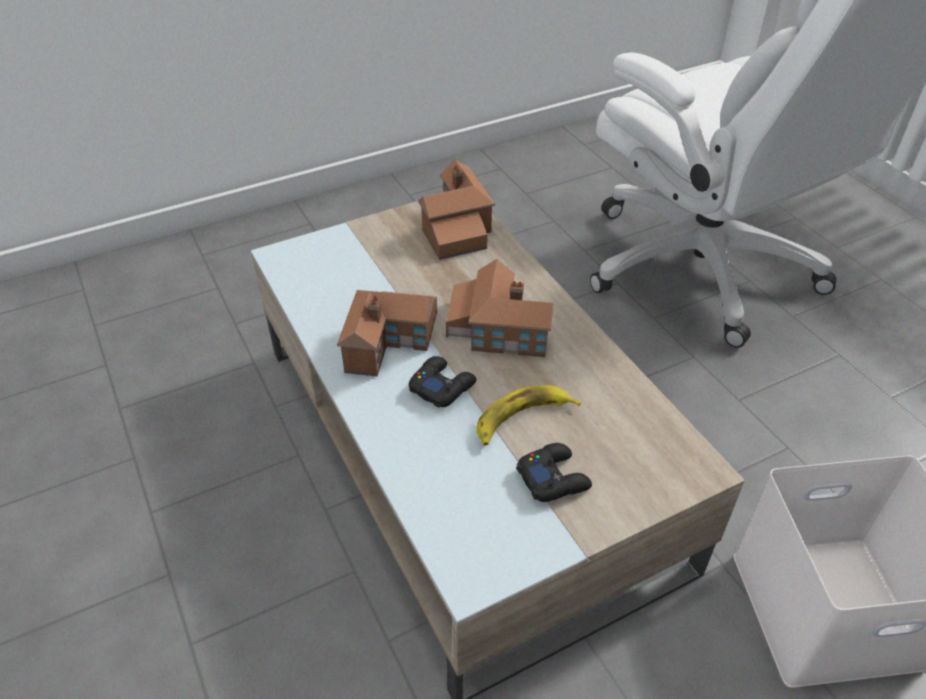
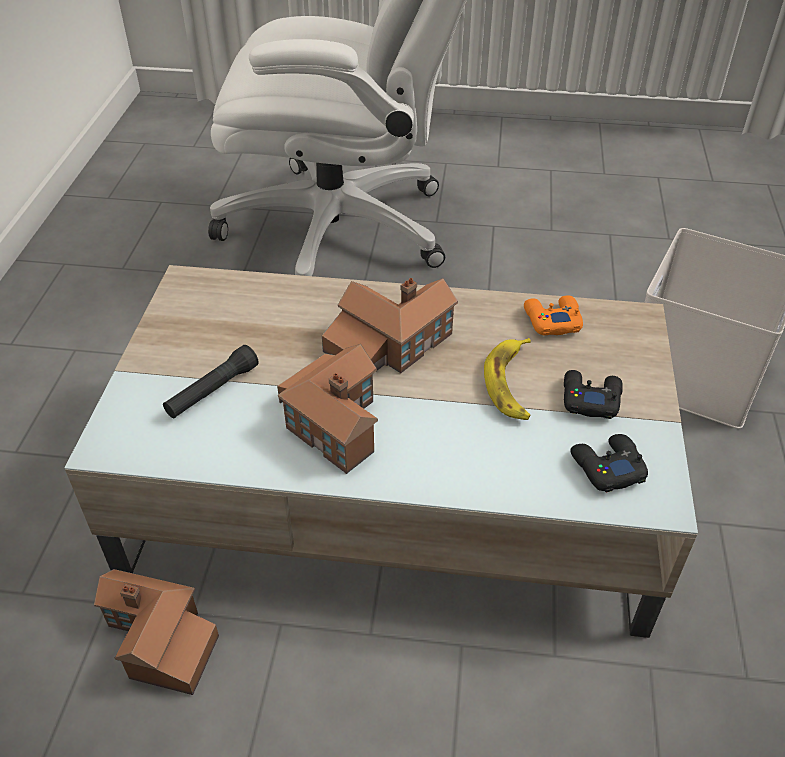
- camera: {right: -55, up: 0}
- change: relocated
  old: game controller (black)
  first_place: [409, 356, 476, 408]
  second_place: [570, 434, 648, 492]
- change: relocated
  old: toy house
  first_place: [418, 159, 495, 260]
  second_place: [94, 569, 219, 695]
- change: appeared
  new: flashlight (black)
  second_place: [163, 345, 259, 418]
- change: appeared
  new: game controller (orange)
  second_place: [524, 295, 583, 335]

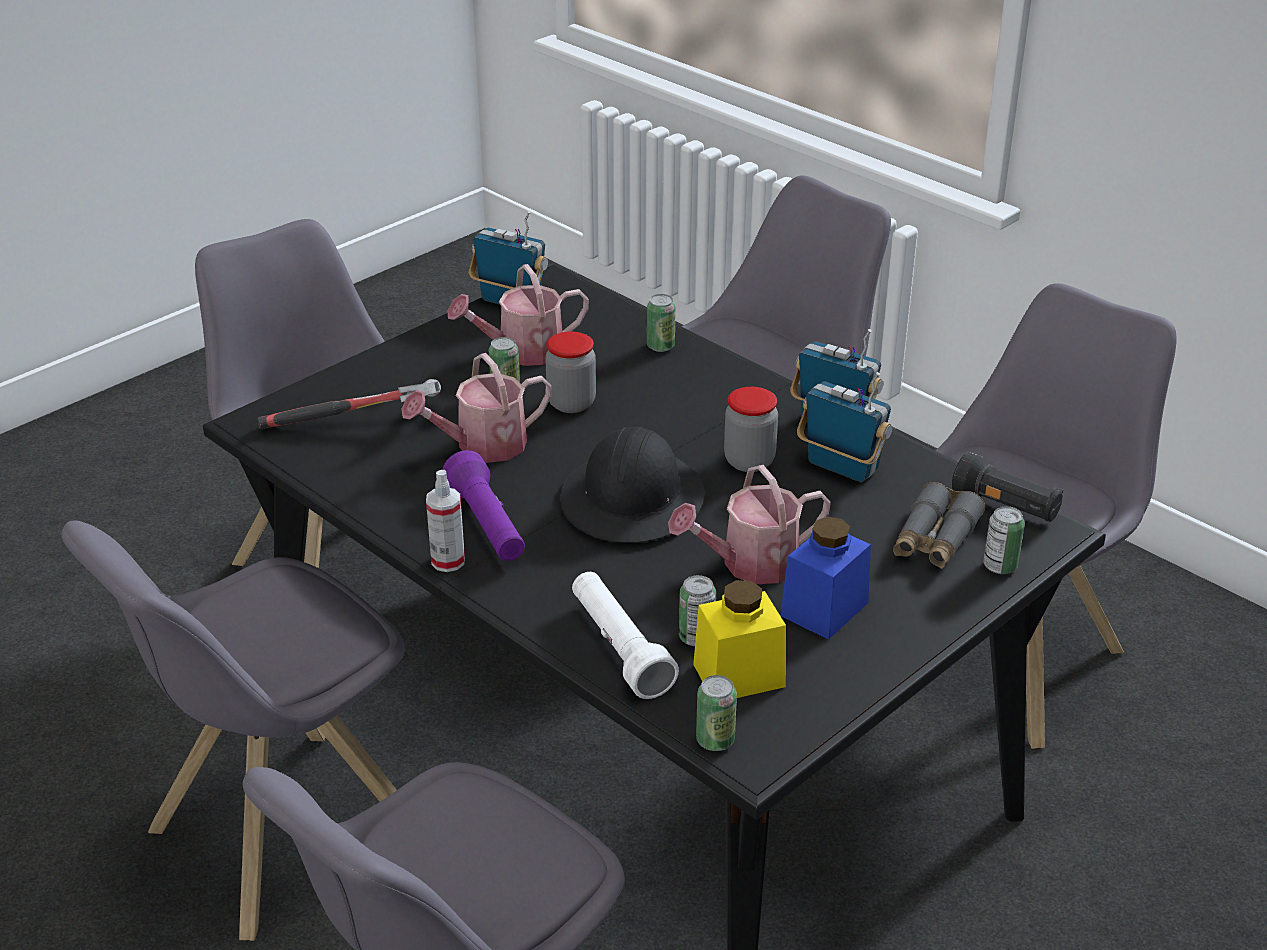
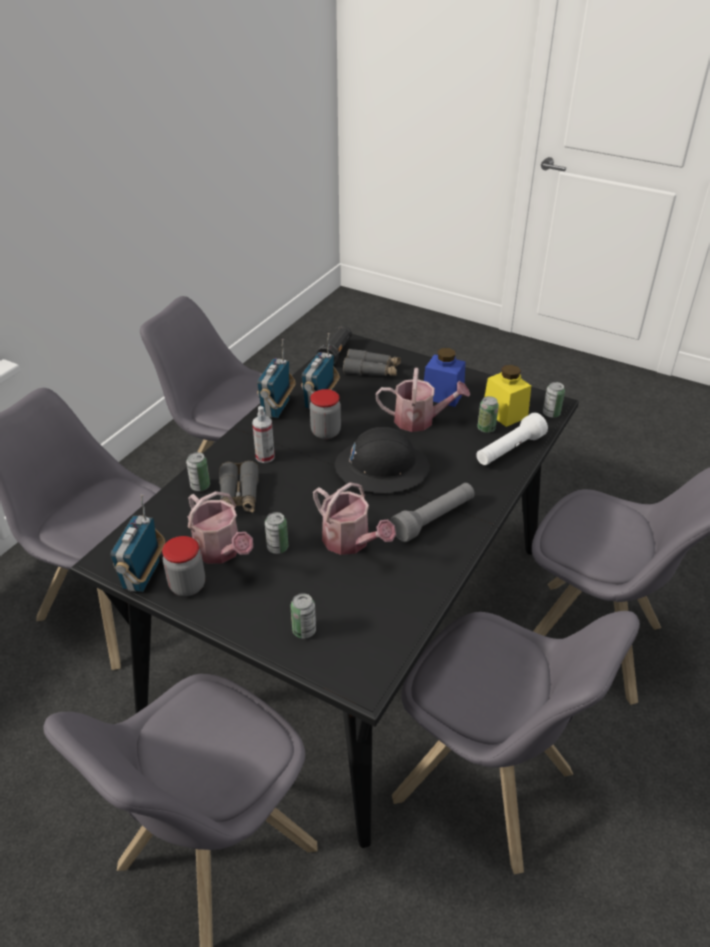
- camera: {right: -105, up: 5}
- change: missing
  old: hammer
  first_place: [258, 379, 441, 429]
- change: relocated
  old: spray bottle
  first_place: [426, 470, 465, 572]
  second_place: [252, 406, 275, 463]
- change: colour
  old: flashlight (purple)
  new: flashlight (grey)
  first_place: [442, 450, 525, 561]
  second_place: [390, 483, 475, 542]
- change: relocated
  old: jar
  first_place: [545, 332, 596, 413]
  second_place: [162, 536, 205, 596]
- change: spun
  old: watering can
  first_place: [668, 465, 831, 584]
  second_place: [376, 368, 470, 432]
  degrees: -45
- change: relocated
  old: can
  first_place: [983, 506, 1025, 574]
  second_place: [290, 593, 316, 639]
- change: appeared
  new: binoculars (grey)
  second_place: [219, 461, 259, 513]

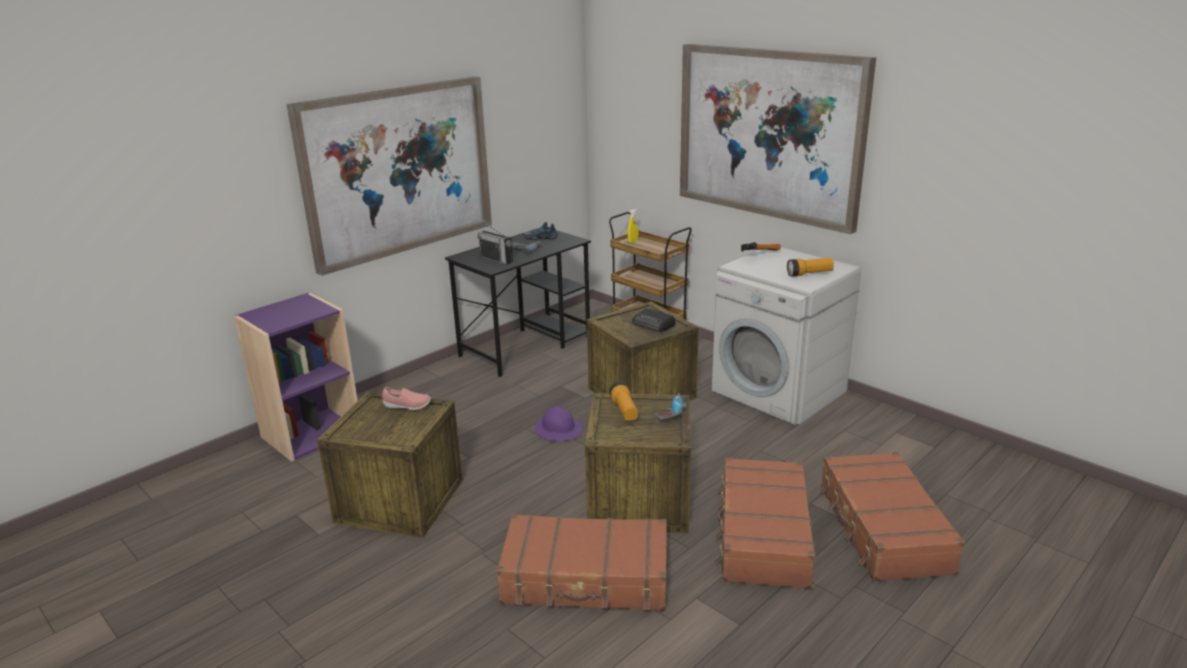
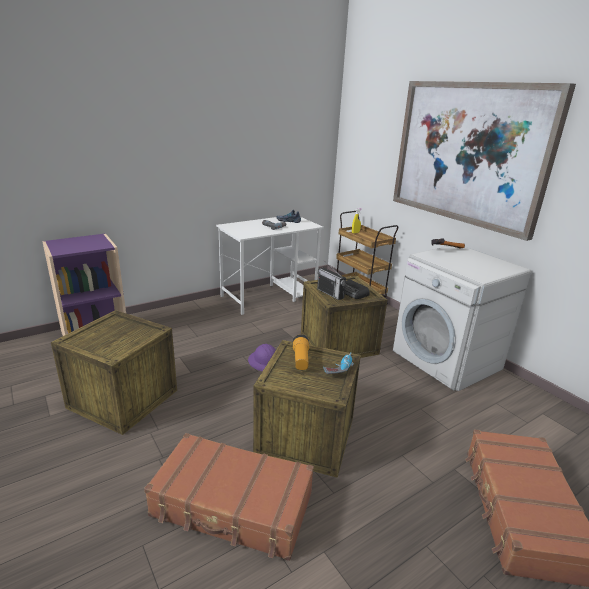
- camera: {right: 10, up: 0}
- change: missing
  old: picture
  first_place: [287, 76, 492, 276]
- change: missing
  old: shoe (pink)
  first_place: [382, 387, 431, 410]
- change: colour
  old: desk (black)
  new: desk (white)
  first_place: [445, 228, 591, 377]
  second_place: [216, 217, 324, 315]
- change: relocated
  old: radio
  first_place: [477, 222, 513, 265]
  second_place: [317, 262, 346, 300]
- change: missing
  old: suitcase (brown)
  first_place: [715, 457, 816, 589]
- change: missing
  old: flashlight
  first_place: [787, 258, 834, 277]

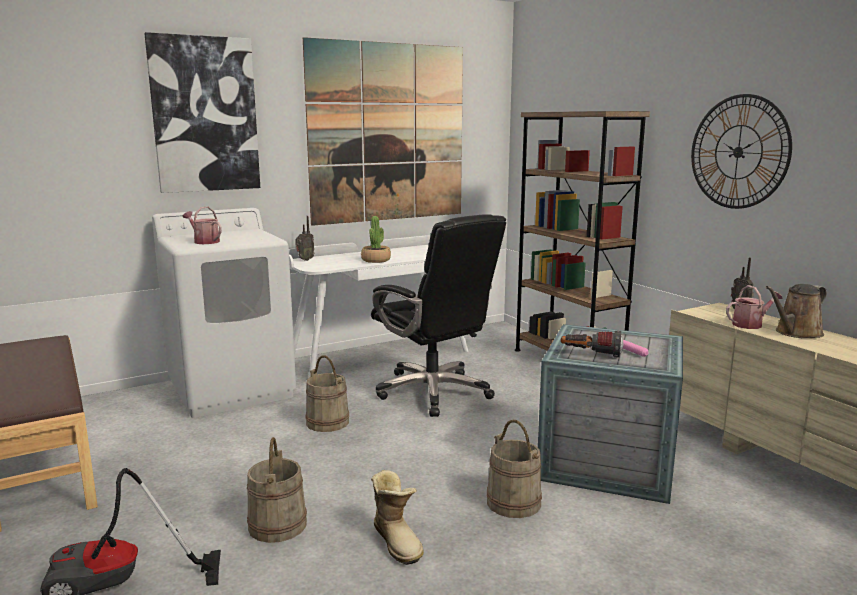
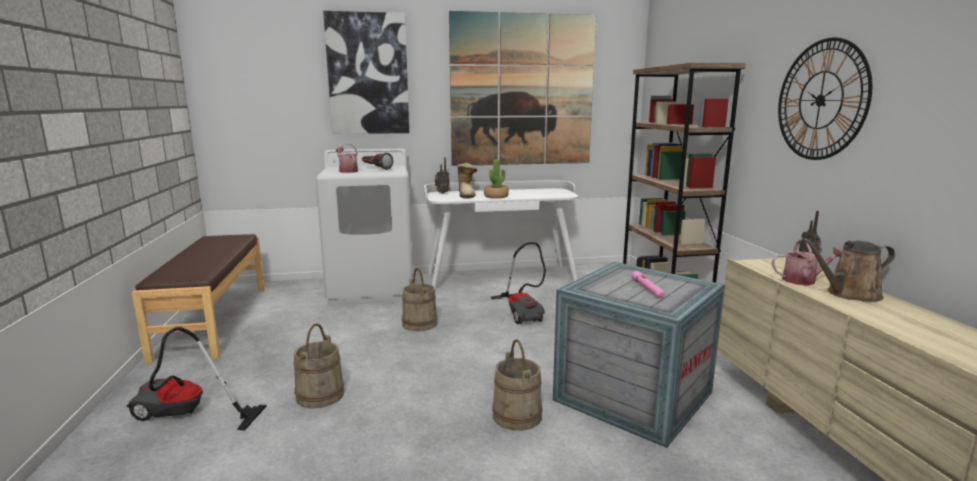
- camera: {right: 20, up: 0}
- change: exchanged
  old: office chair (black)
  new: vacuum cleaner
  first_place: [371, 214, 506, 417]
  second_place: [490, 242, 546, 325]
- change: relocated
  old: boot
  first_place: [371, 470, 424, 565]
  second_place: [457, 163, 478, 199]
- change: relocated
  old: flashlight
  first_place: [561, 330, 623, 358]
  second_place: [362, 153, 393, 170]

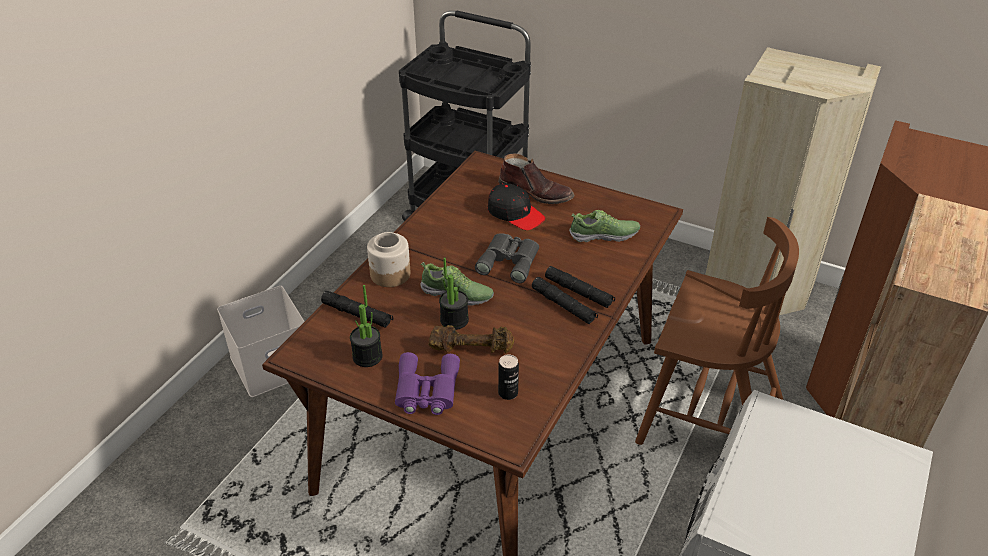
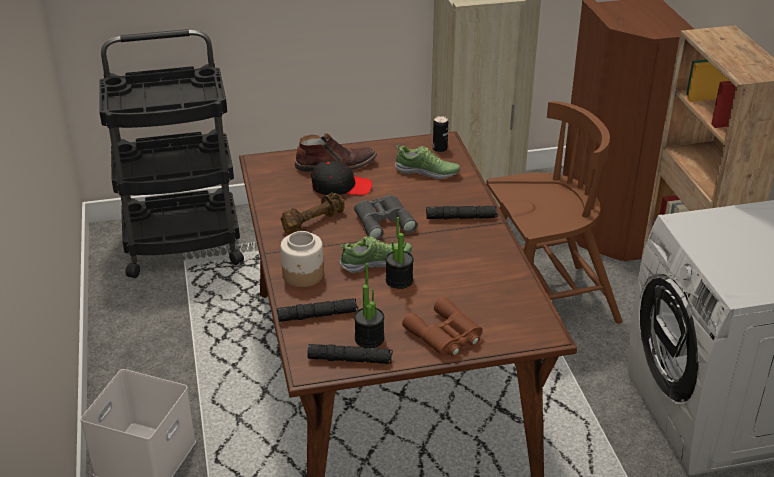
- camera: {right: -40, up: -5}
- change: colour
  old: binoculars (purple)
  new: binoculars (brown)
  first_place: [395, 352, 460, 415]
  second_place: [402, 297, 483, 357]
- change: relocated
  old: dumbbell (brown)
  first_place: [428, 325, 514, 354]
  second_place: [281, 192, 345, 234]
- change: relocated
  old: can
  first_place: [498, 355, 519, 400]
  second_place: [433, 116, 448, 152]
- change: relocated
  old: flashlight (black)
  first_place: [532, 277, 598, 324]
  second_place: [307, 344, 393, 364]
- change: spun
  old: shoe
  first_place: [569, 210, 640, 242]
  second_place: [395, 145, 461, 179]
  degrees: 60

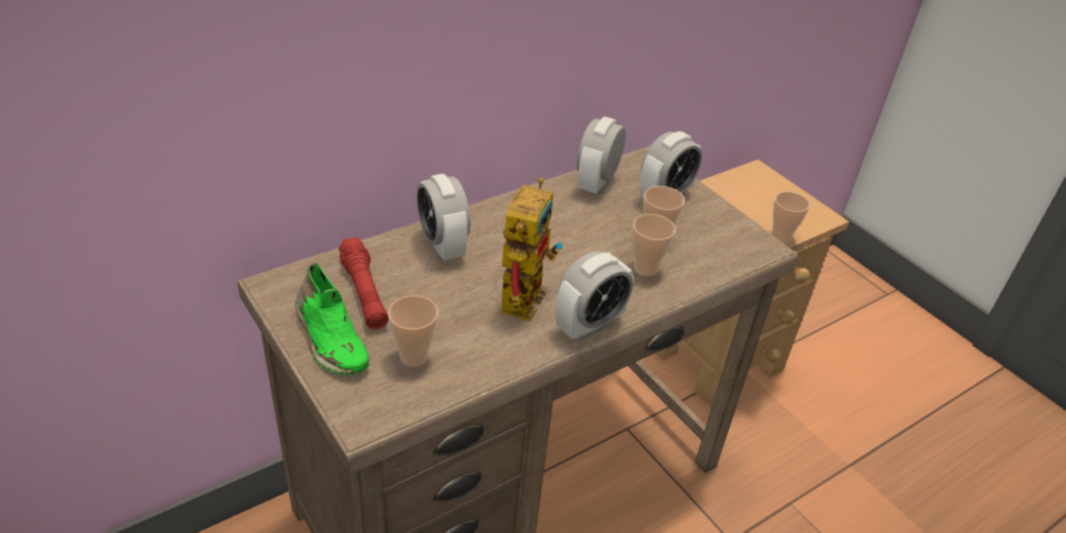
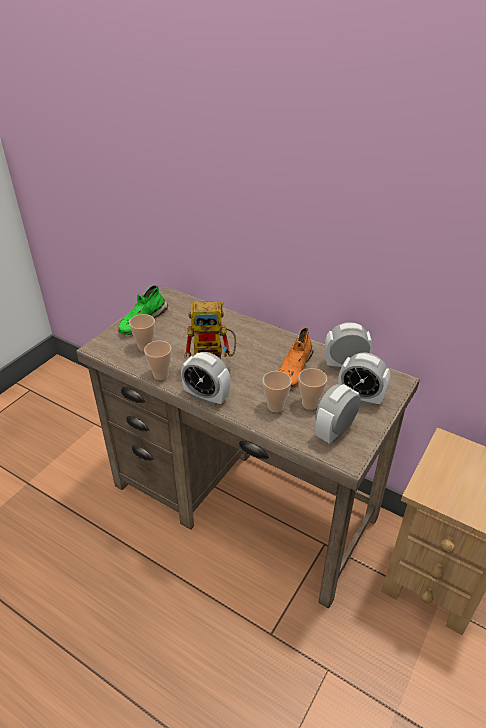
- camera: {right: 70, up: 0}
- change: missing
  old: flashlight (red)
  first_place: [339, 237, 388, 329]
- change: relocated
  old: alarm clock
  first_place: [417, 174, 470, 261]
  second_place: [315, 384, 361, 444]
- change: relocated
  old: cup
  first_place: [772, 192, 810, 243]
  second_place: [144, 341, 172, 380]
- change: appeared
  new: shoe (orange)
  second_place: [279, 328, 314, 388]

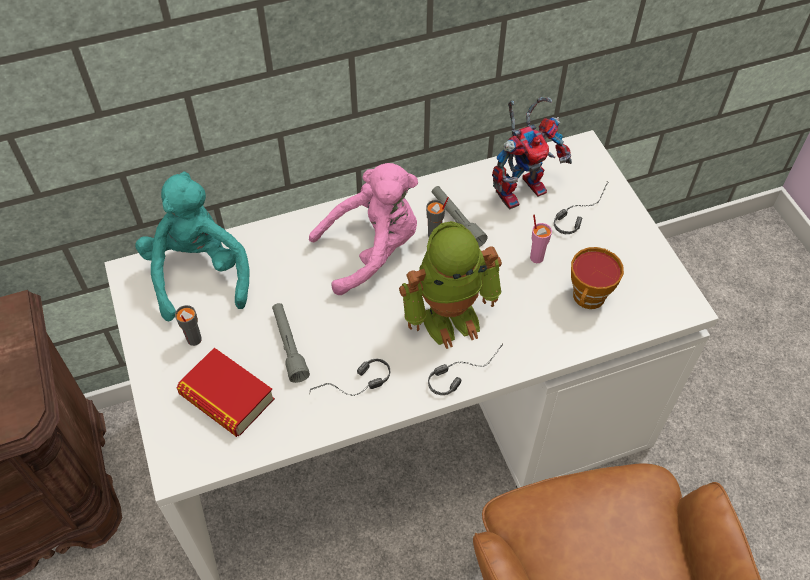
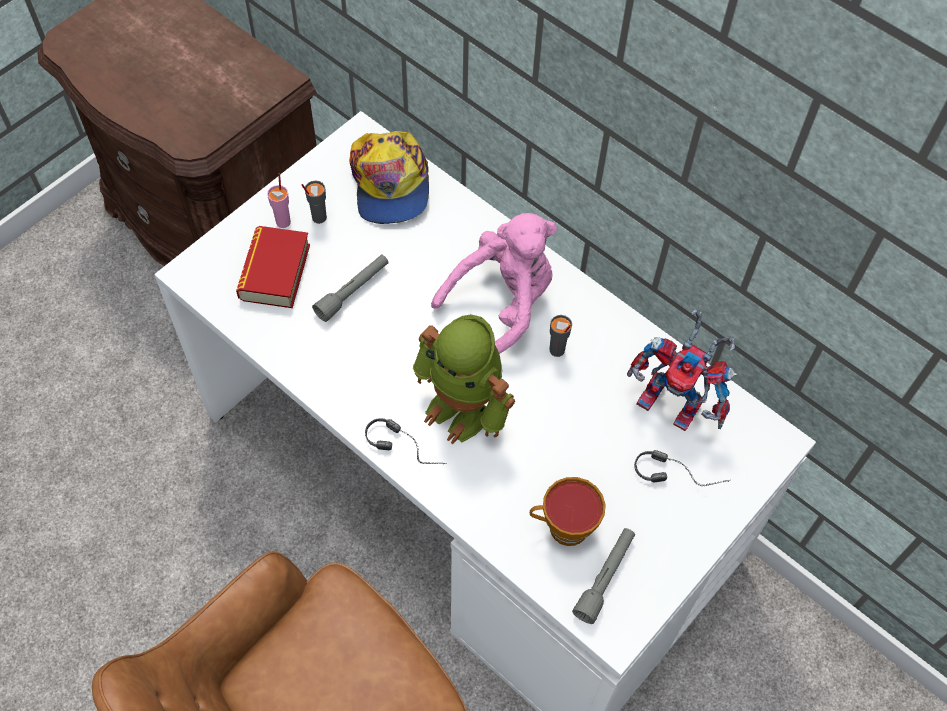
- camera: {right: 60, up: 5}
- change: exchanged
  old: plush toy (turquoise)
  new: cap
  first_place: [135, 171, 249, 321]
  second_place: [350, 131, 429, 224]
- change: spun
  old: plush toy (pink)
  first_place: [309, 163, 418, 295]
  second_place: [431, 213, 557, 354]
  degrees: -75
- change: missing
  old: headphones
  first_place: [309, 359, 390, 396]
- change: relocated
  old: flashlight (grey)
  first_place: [432, 186, 488, 247]
  second_place: [572, 528, 635, 624]
- change: relocated
  old: cup (pink)
  first_place: [530, 215, 552, 263]
  second_place: [267, 173, 291, 228]

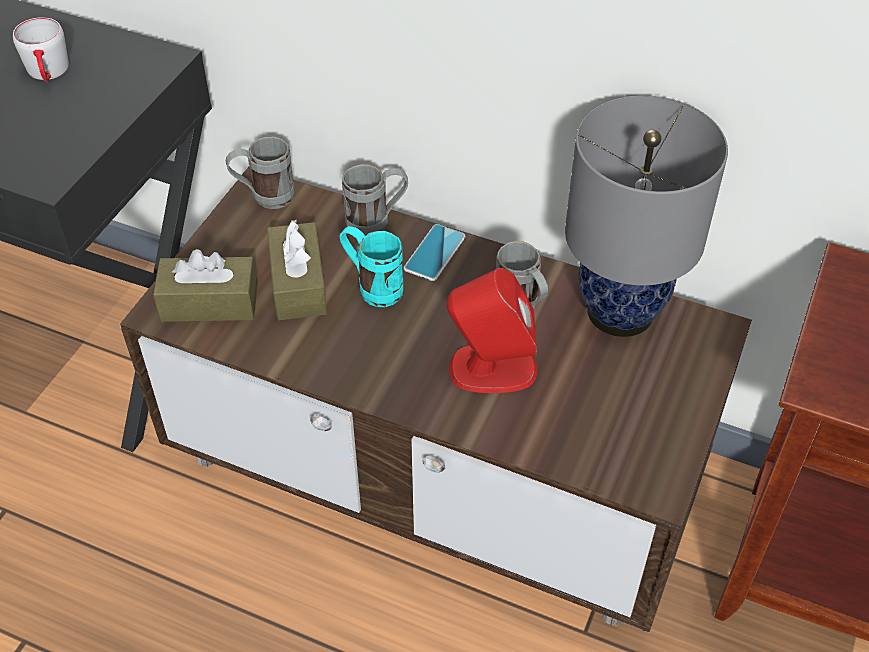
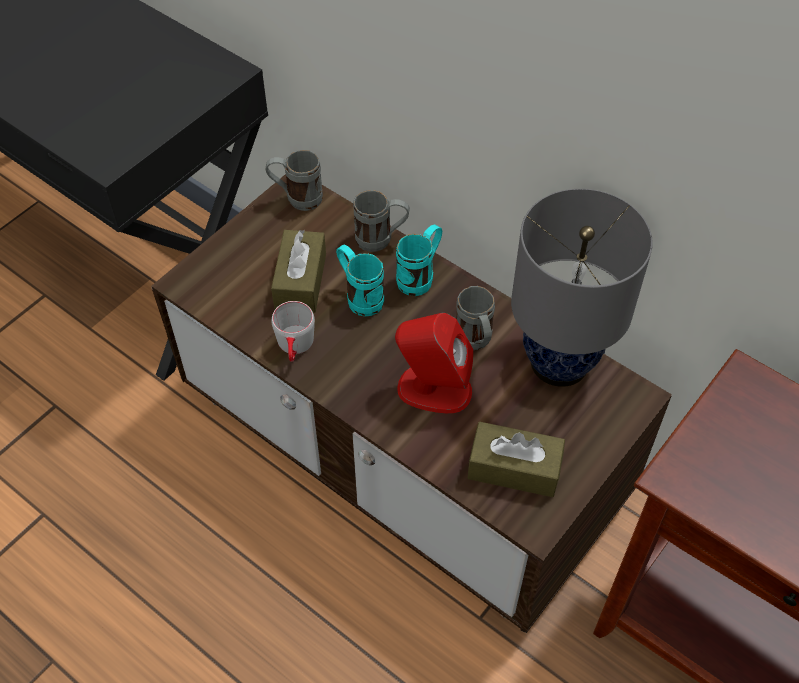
- camera: {right: 15, up: 5}
- change: relocated
  old: mug (grey)
  first_place: [13, 17, 69, 82]
  second_place: [271, 301, 315, 362]
- change: relocated
  old: tissue box (brown)
  first_place: [153, 249, 258, 322]
  second_place: [468, 422, 565, 497]
- change: exchanged
  old: phone
  new: mug (turquoise)
  first_place: [403, 224, 466, 281]
  second_place: [396, 225, 442, 296]

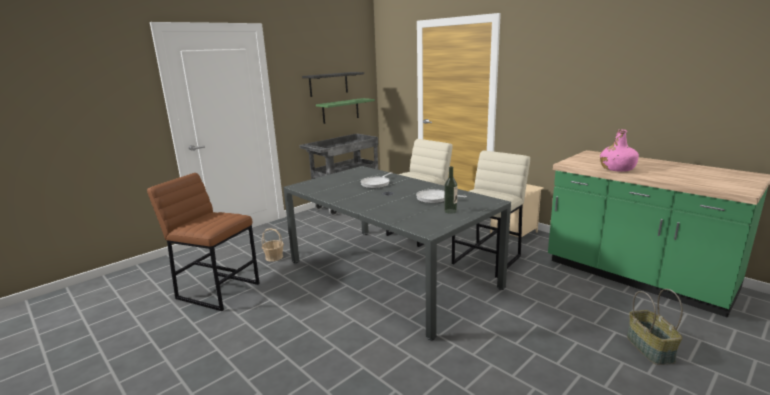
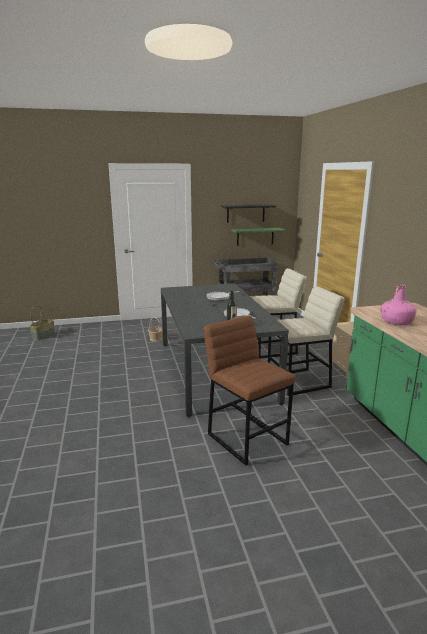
- camera: {right: 30, up: 0}
- change: relocated
  old: chair (brown)
  first_place: [147, 173, 260, 311]
  second_place: [204, 316, 295, 466]
- change: relocated
  old: basket
  first_place: [627, 289, 683, 365]
  second_place: [29, 306, 55, 340]

